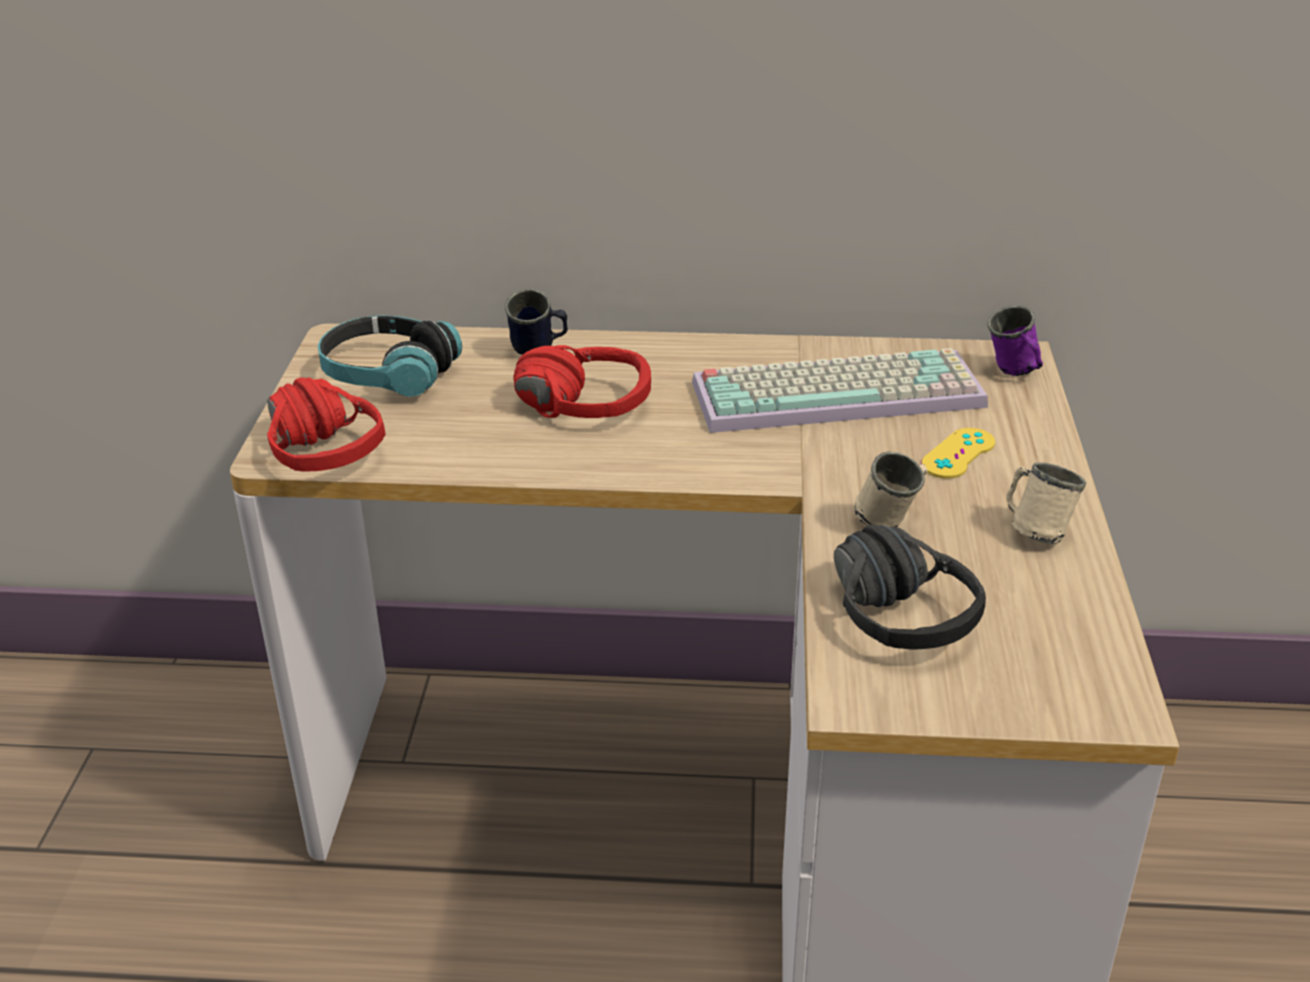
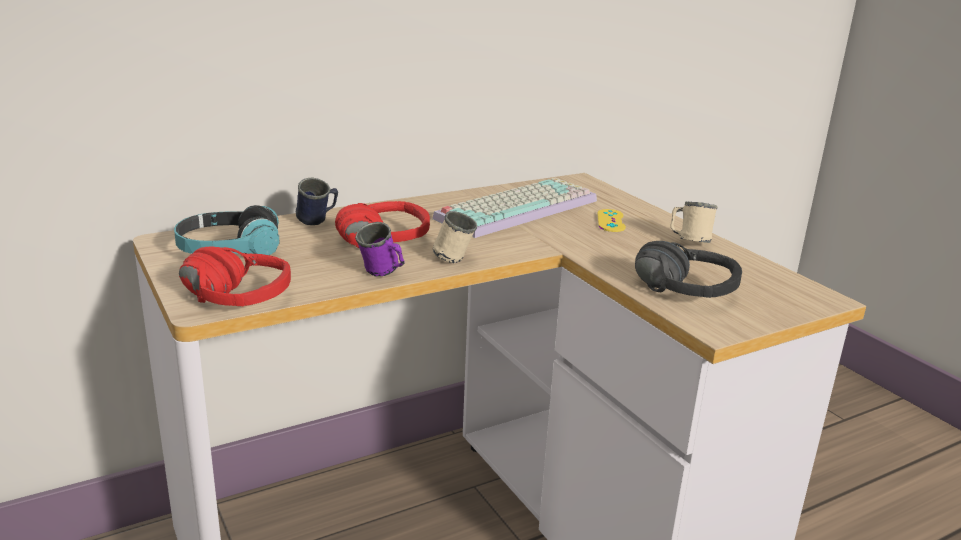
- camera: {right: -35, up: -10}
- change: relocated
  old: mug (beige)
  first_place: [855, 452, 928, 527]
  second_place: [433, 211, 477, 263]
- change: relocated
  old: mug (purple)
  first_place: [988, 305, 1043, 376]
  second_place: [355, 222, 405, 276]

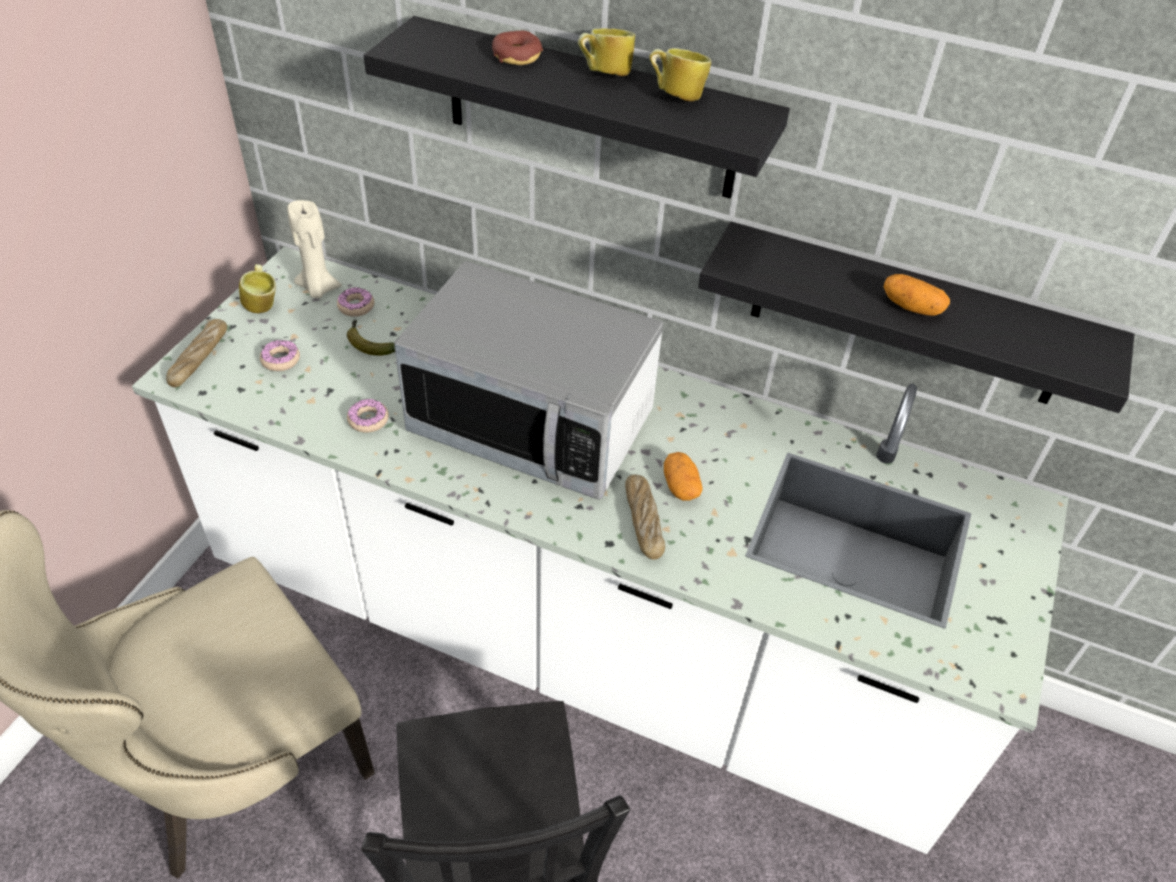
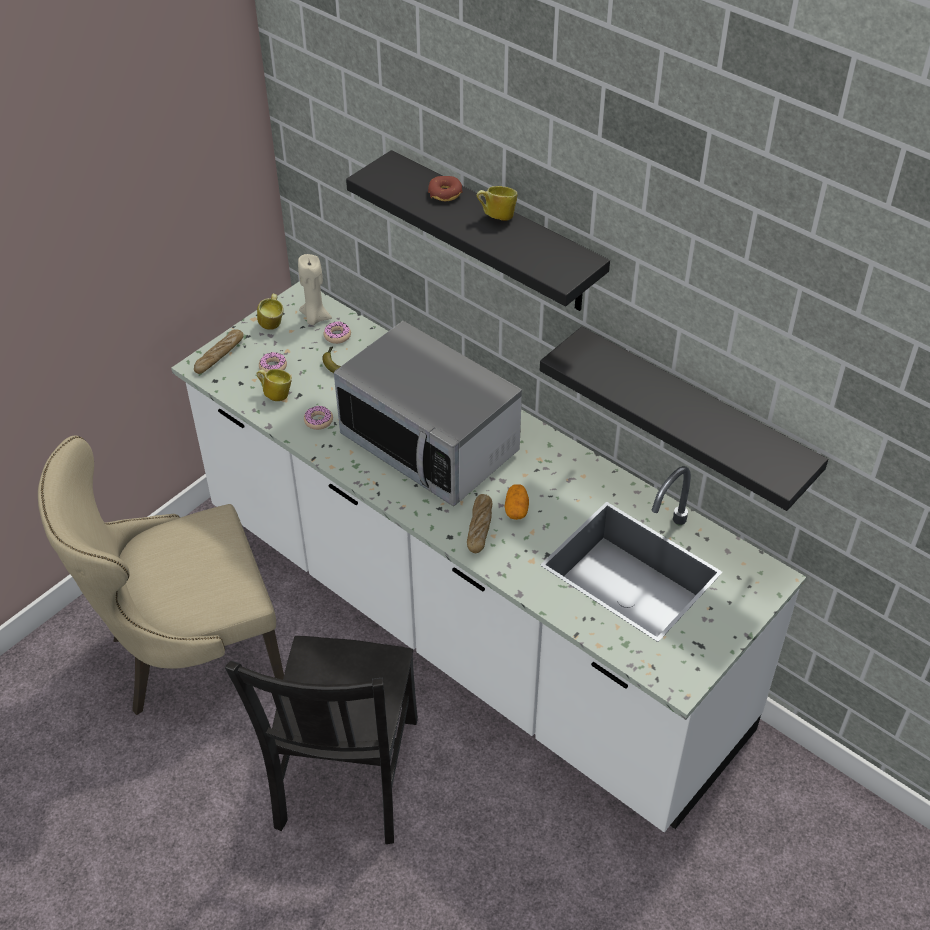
- camera: {right: 20, up: 0}
- change: relocated
  old: mug
  first_place: [649, 48, 711, 102]
  second_place: [257, 369, 292, 401]
- change: missing
  old: potato
  first_place: [884, 274, 950, 316]

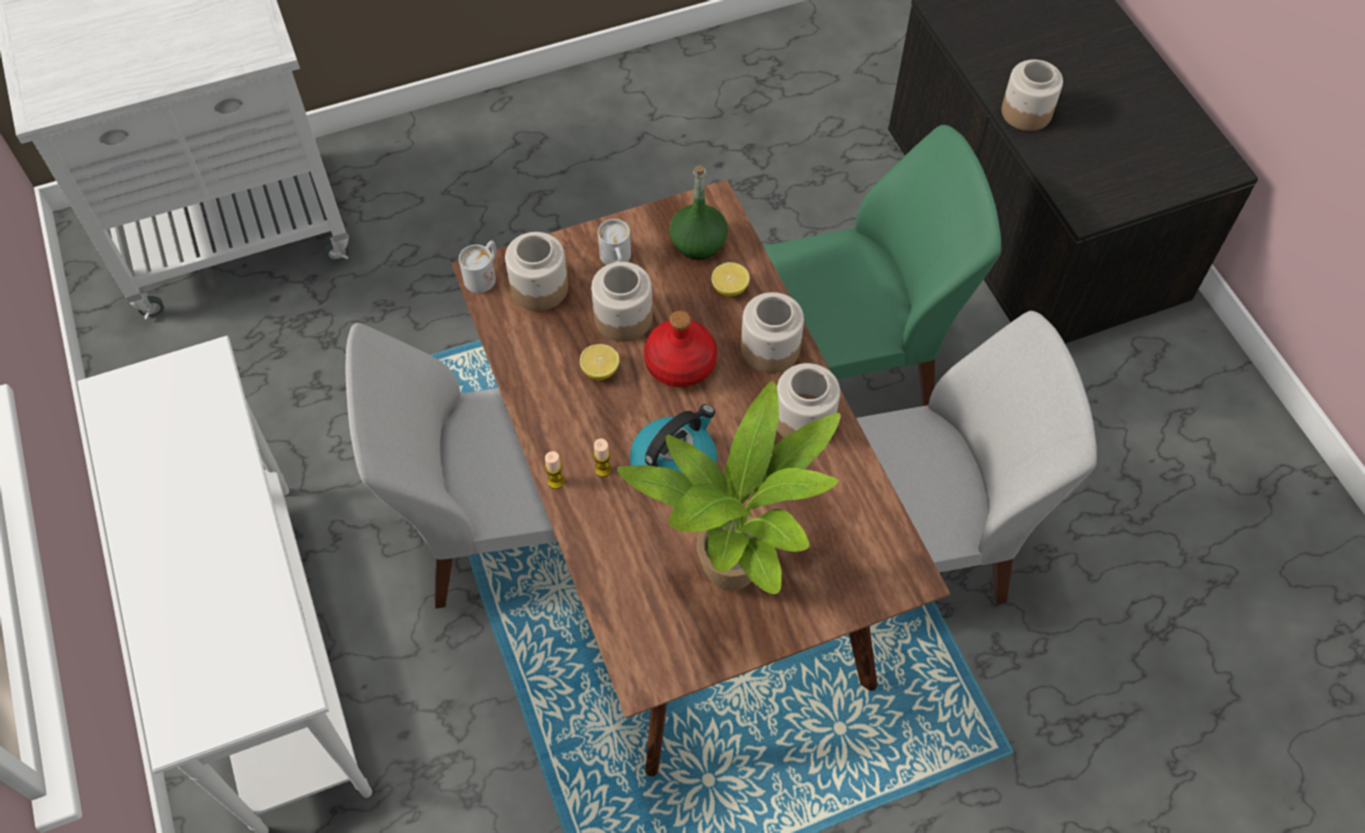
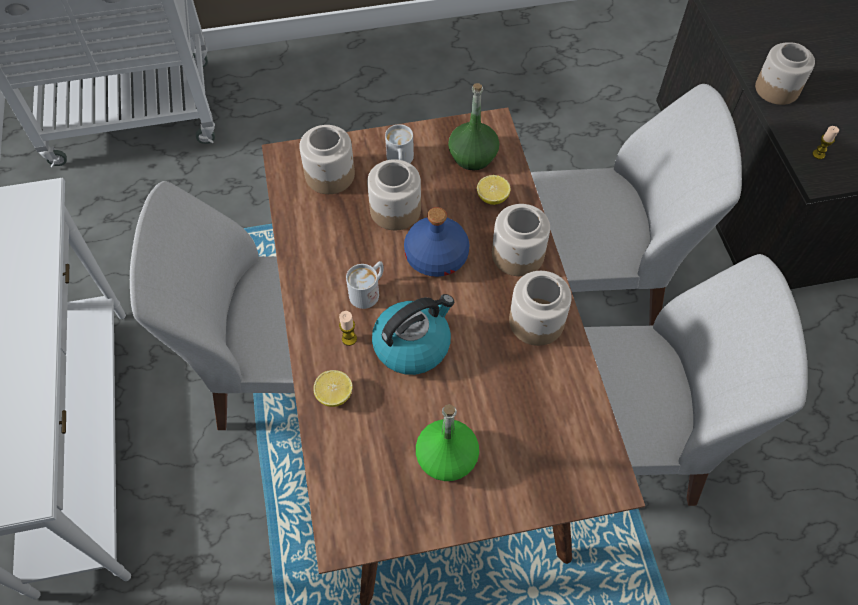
- camera: {right: 10, up: 0}
- change: relocated
  old: mug (white)
  first_place: [459, 240, 496, 293]
  second_place: [346, 261, 384, 309]
- change: relocated
  old: candle
  first_place: [545, 451, 565, 489]
  second_place: [812, 126, 839, 159]
- change: relocated
  old: lemon
  first_place: [580, 344, 619, 380]
  second_place: [313, 370, 353, 407]
- change: exchanged
  old: potted plant
  new: bottle (green)
  first_place: [617, 381, 841, 594]
  second_place: [416, 404, 479, 481]
- change: colour
  old: bottle (red)
  new: bottle (blue)
  first_place: [644, 310, 717, 387]
  second_place: [404, 207, 469, 277]
- change: colour
  old: chair (green)
  new: chair (white)
  first_place: [764, 125, 1001, 406]
  second_place: [531, 84, 742, 326]

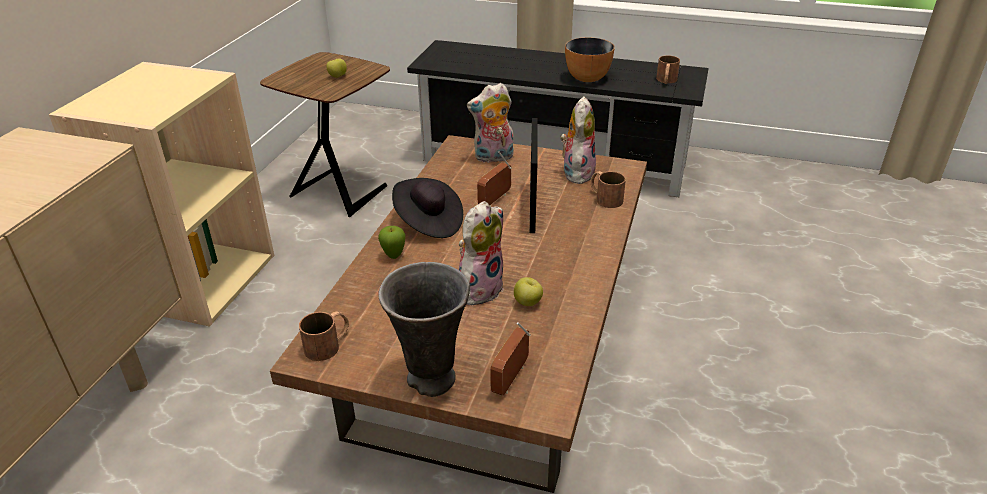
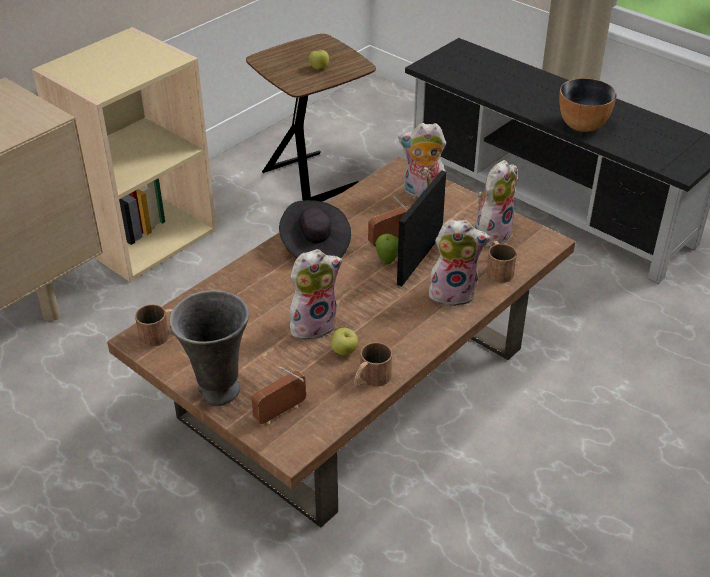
- camera: {right: 25, up: 5}
- change: relocated
  old: apple
  first_place: [378, 226, 406, 259]
  second_place: [375, 234, 398, 264]
- change: relocated
  old: mug (brown)
  first_place: [656, 55, 680, 84]
  second_place: [354, 342, 392, 388]
- change: appeared
  new: plush toy
  second_place: [428, 220, 490, 307]

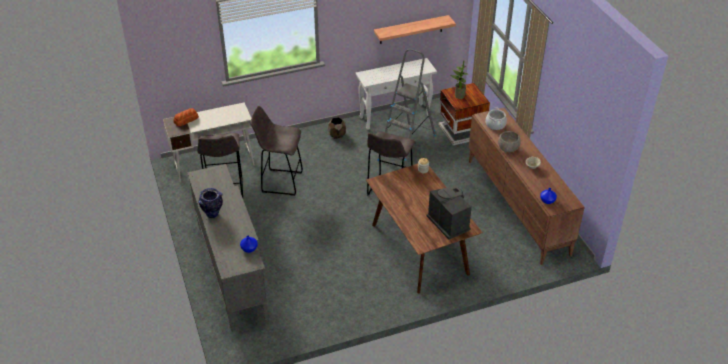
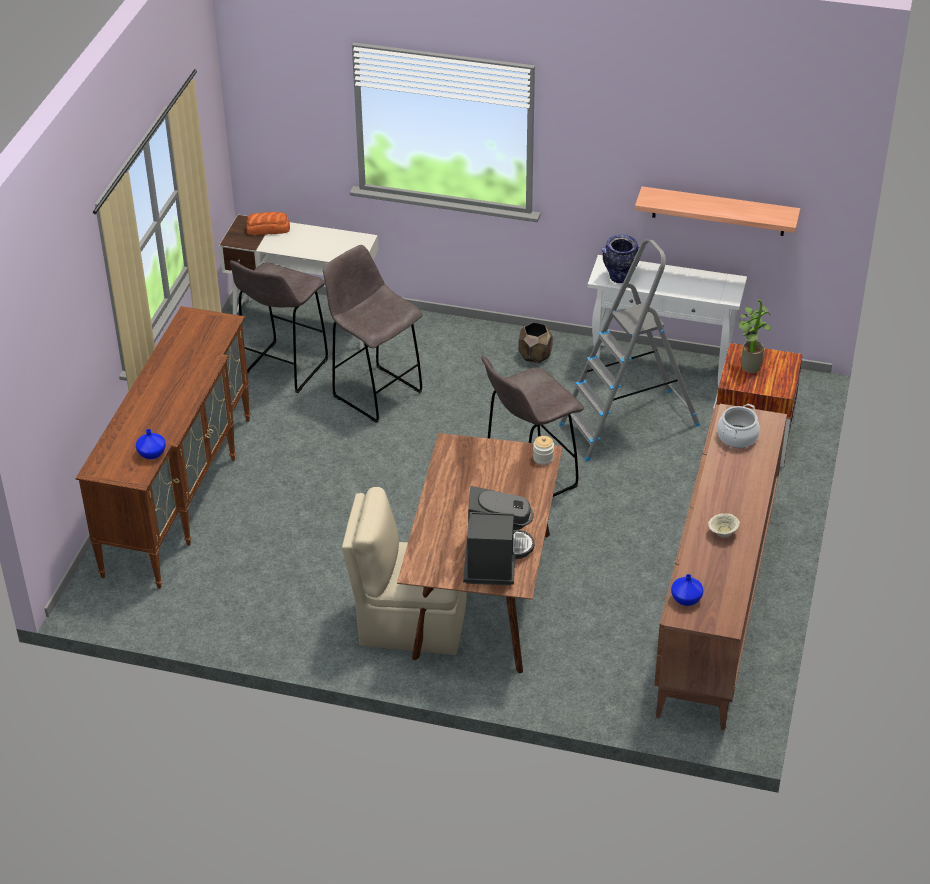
- camera: {right: 35, up: 0}
- change: colour
  old: cabinet (grey)
  new: cabinet (brown)
  first_place: [187, 164, 268, 332]
  second_place: [75, 306, 251, 589]
- change: relocated
  old: vase
  first_place: [198, 188, 223, 218]
  second_place: [601, 235, 639, 283]
- change: missing
  old: bowl (grey)
  first_place: [498, 131, 521, 152]
- change: appeared
  new: chair (beige)
  second_place: [342, 487, 467, 655]

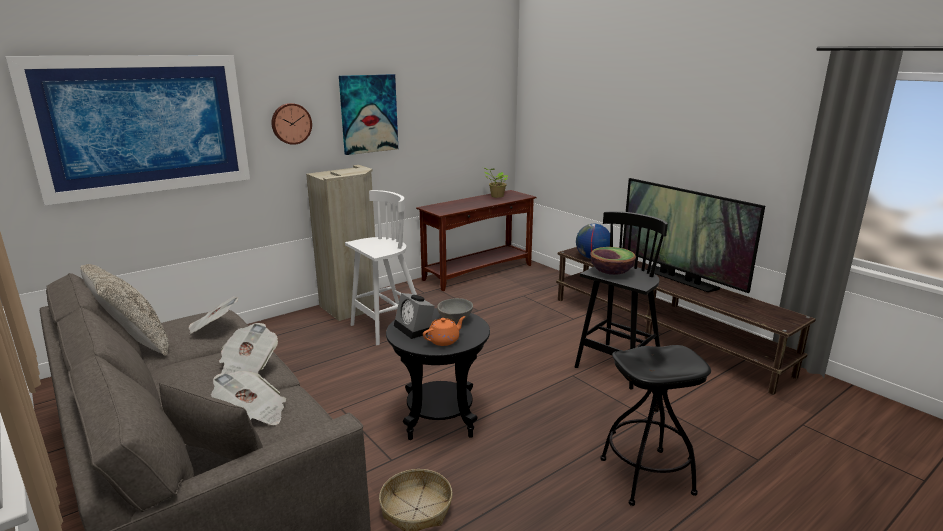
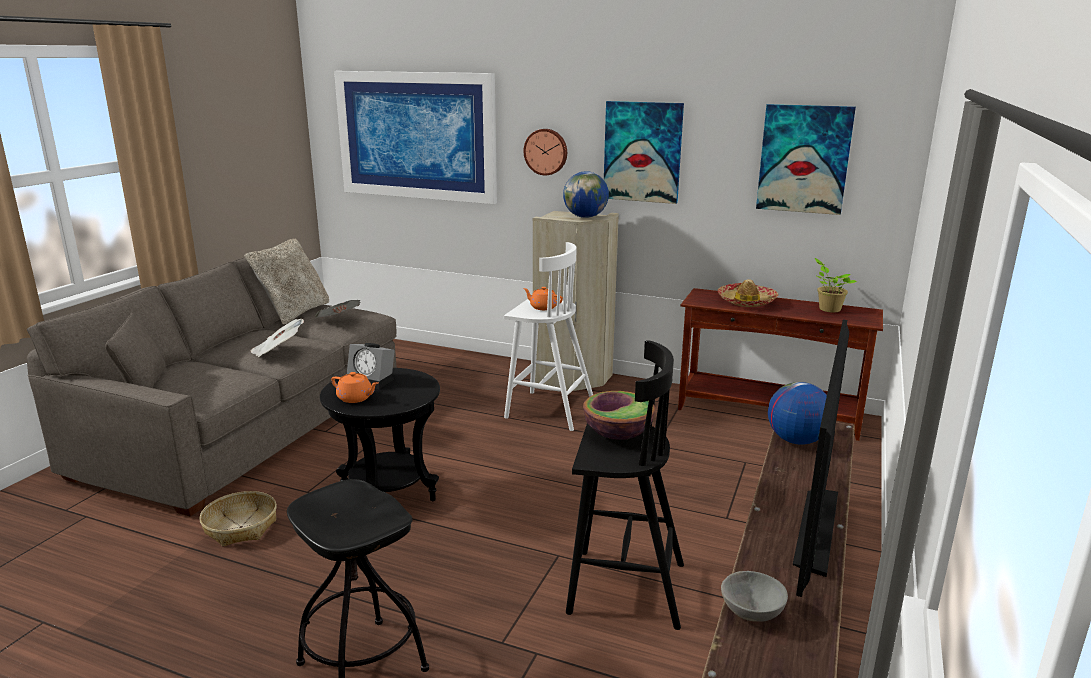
- camera: {right: 60, up: 0}
- change: missing
  old: newspaper
  first_place: [211, 371, 286, 425]
- change: spun
  old: alarm clock
  first_place: [394, 293, 435, 339]
  second_place: [347, 343, 395, 389]
  degrees: -90
- change: relocated
  old: bowl (grey)
  first_place: [437, 298, 473, 323]
  second_place: [721, 571, 788, 622]
- change: appeared
  new: teapot (orange)
  second_place: [523, 287, 563, 310]
- change: appeared
  new: globe
  second_place: [563, 171, 609, 218]
- change: appeared
  new: hat
  second_place: [718, 279, 778, 307]
- change: appeared
  new: picture
  second_place: [756, 104, 856, 215]

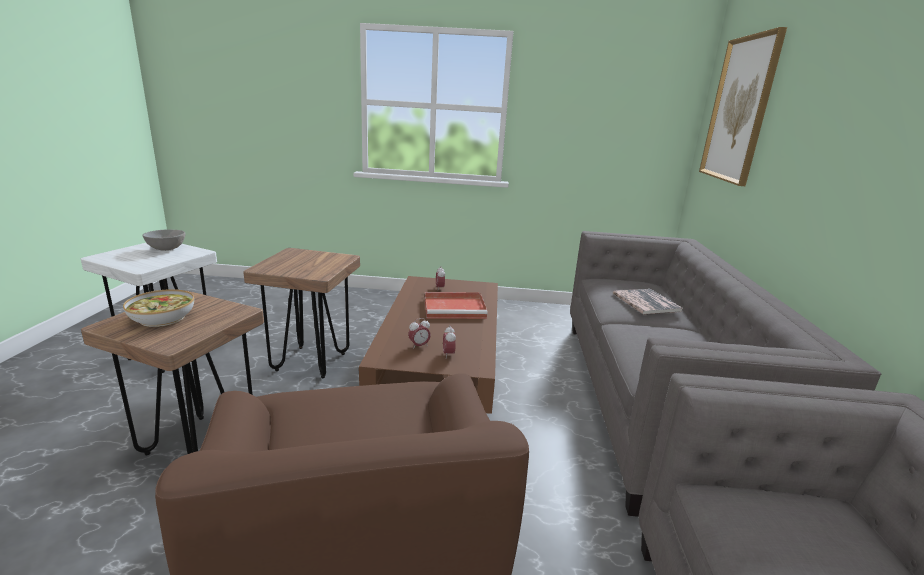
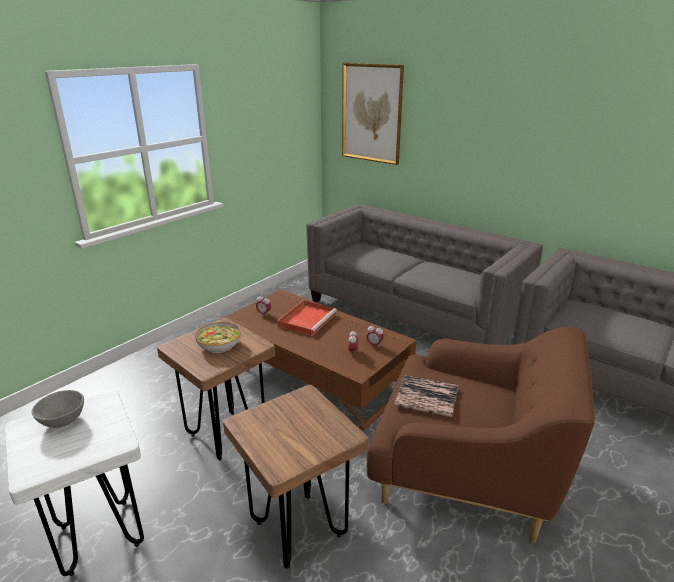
- camera: {right: -55, up: 5}
- change: relocated
  old: bowl
  first_place: [123, 289, 194, 327]
  second_place: [195, 322, 241, 353]
- change: relocated
  old: book
  first_place: [613, 289, 683, 315]
  second_place: [394, 375, 458, 417]

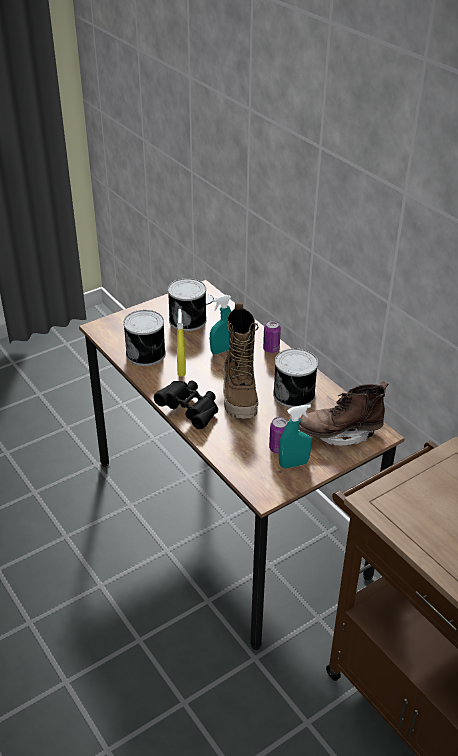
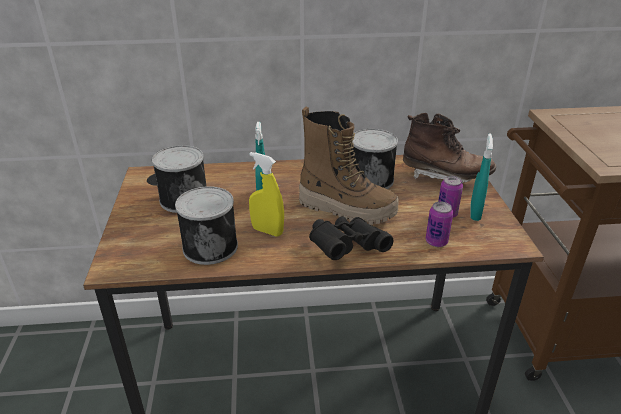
- camera: {right: -60, up: -5}
- change: relocated
  old: can
  first_place: [263, 320, 281, 353]
  second_place: [425, 202, 453, 247]
- change: spun
  old: boot (brown)
  first_place: [299, 381, 388, 446]
  second_place: [403, 113, 496, 183]
  degrees: -90

